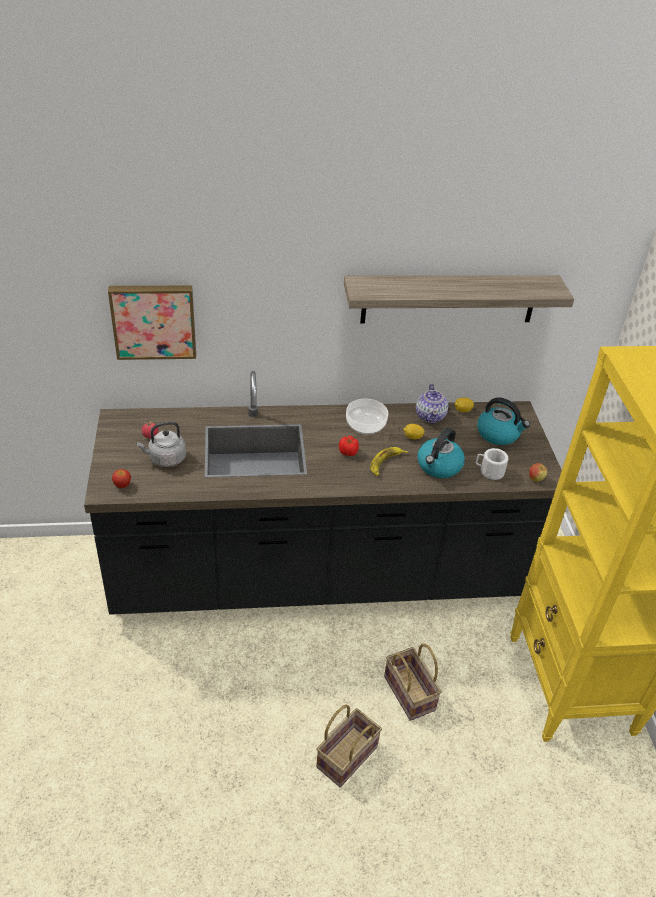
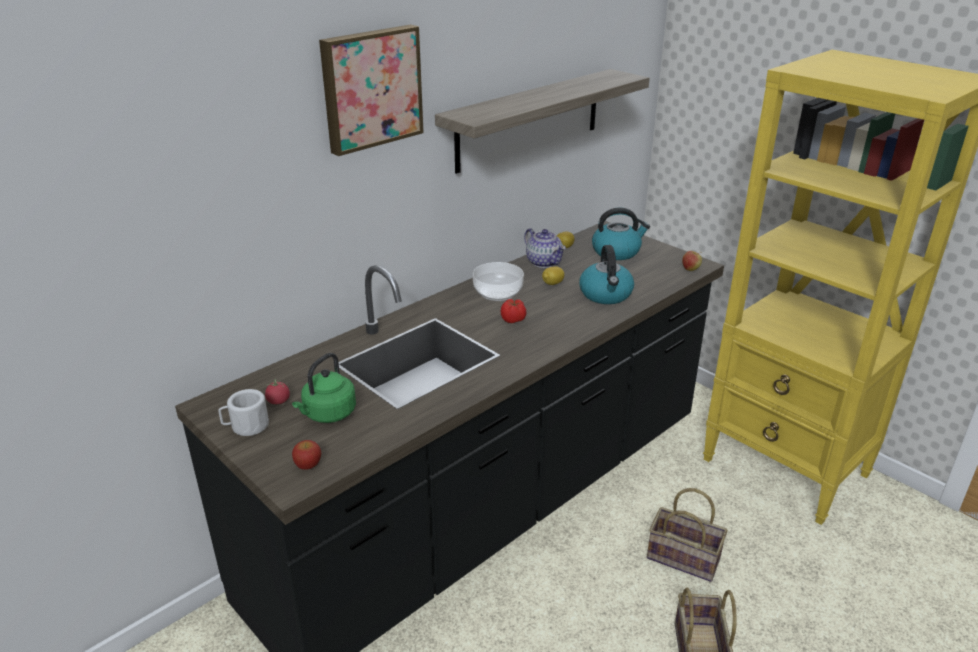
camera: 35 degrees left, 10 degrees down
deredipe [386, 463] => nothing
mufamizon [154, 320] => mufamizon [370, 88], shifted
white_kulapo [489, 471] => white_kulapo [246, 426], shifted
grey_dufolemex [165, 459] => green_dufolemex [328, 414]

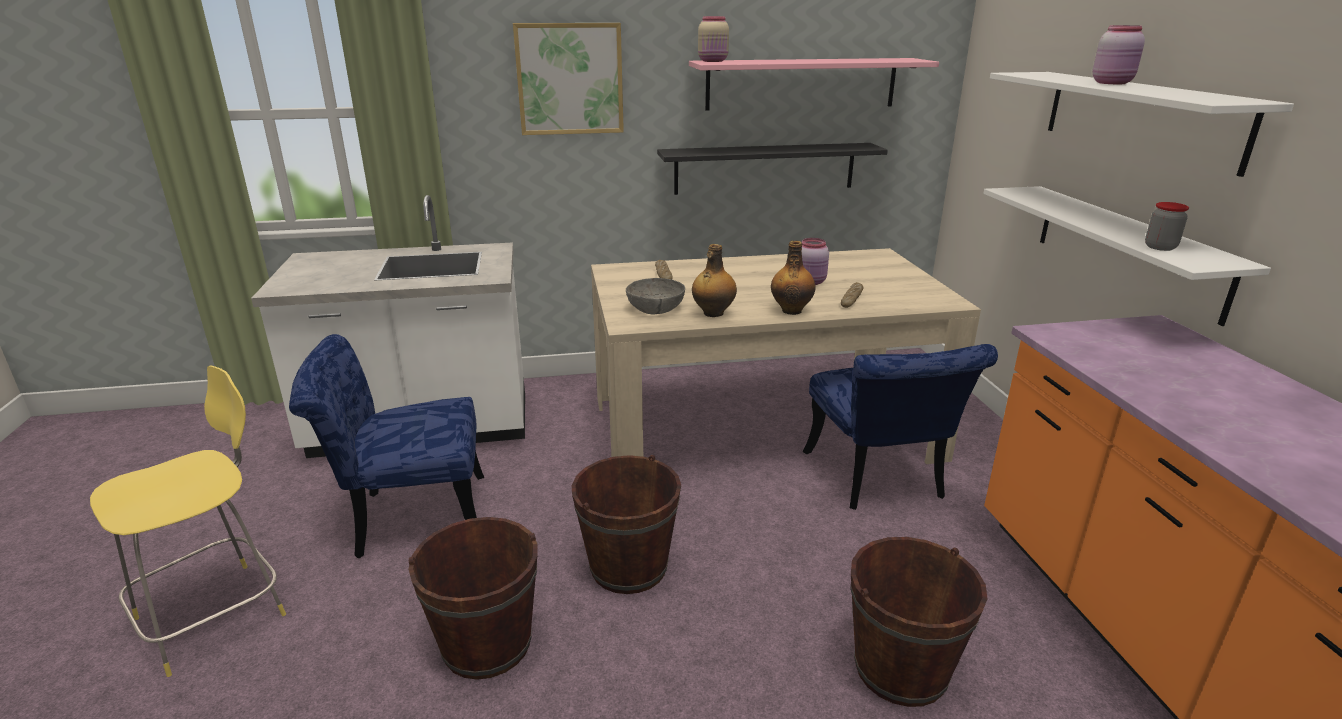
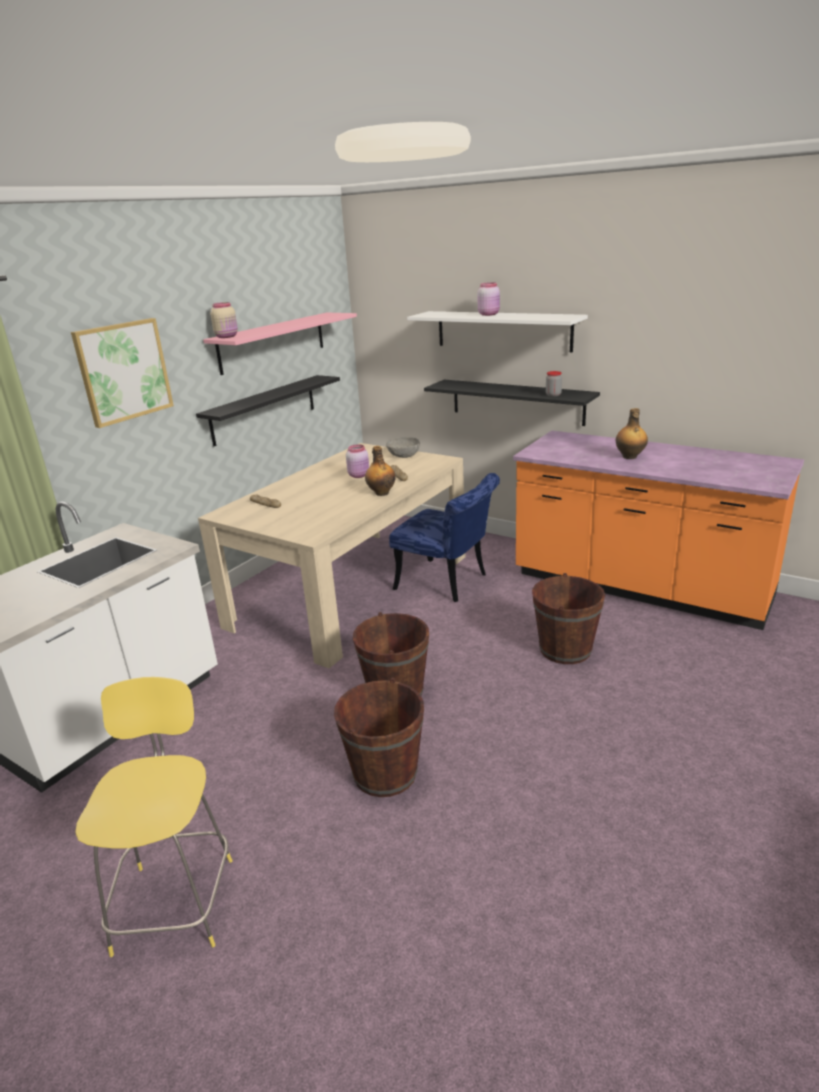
camera: 45 degrees left, 0 degrees up
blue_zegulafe [409, 518] => nothing
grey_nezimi [655, 309] => grey_nezimi [403, 455], shifted
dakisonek [713, 313] => dakisonek [629, 457], shifted
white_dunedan [1126, 249] => black_dunedan [517, 402]

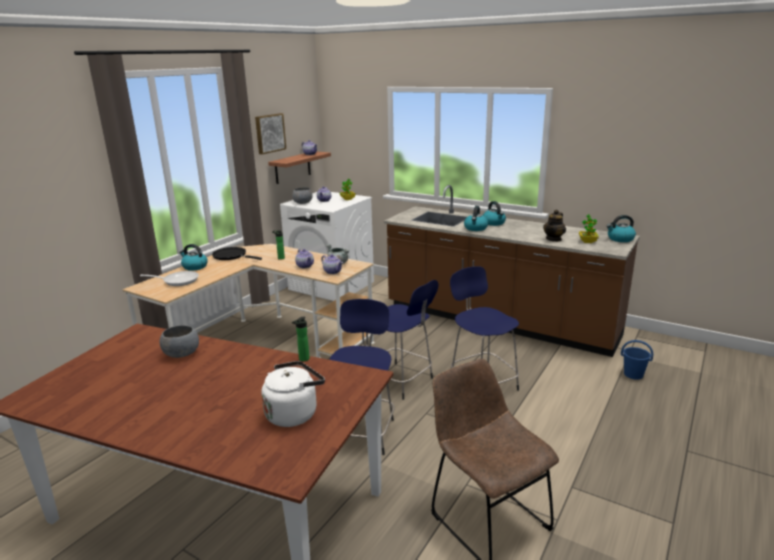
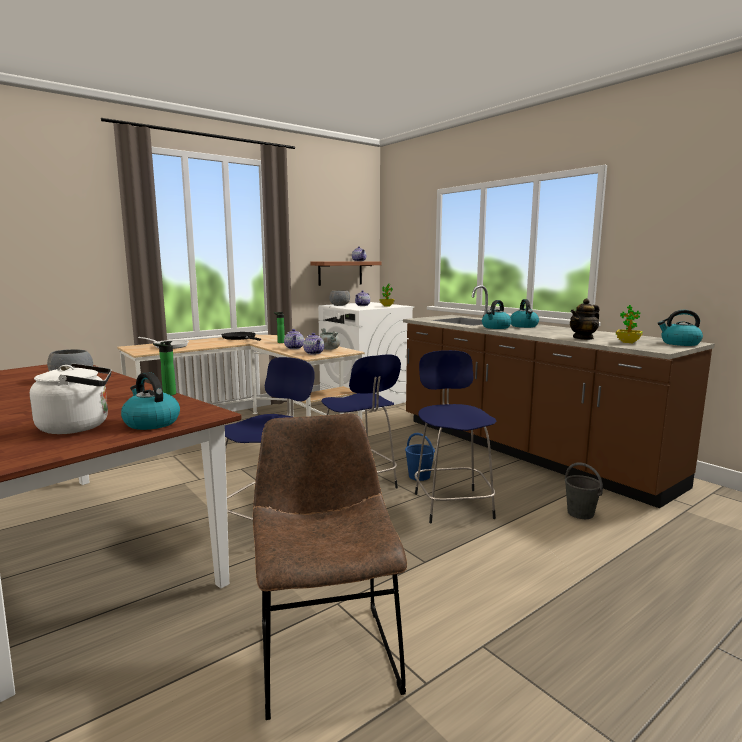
camera: 20 degrees right, 10 degrees down
mufamizon [269, 133] => nothing
nothing => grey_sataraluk [581, 513]
dufolemex [194, 267] => dufolemex [151, 423], shifted
blue_sataraluk [633, 374] => blue_sataraluk [419, 476], shifted

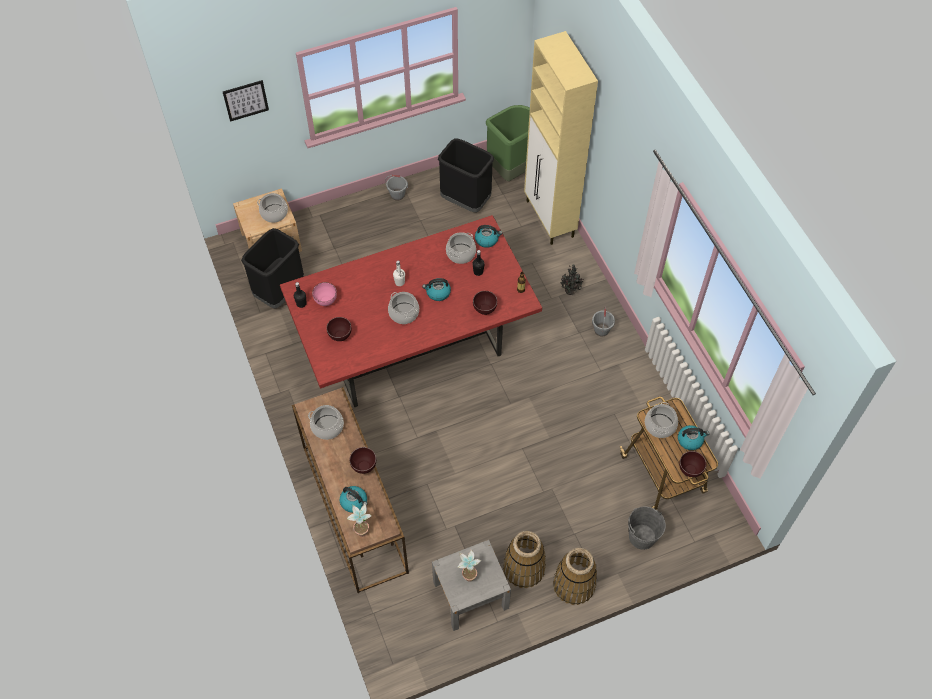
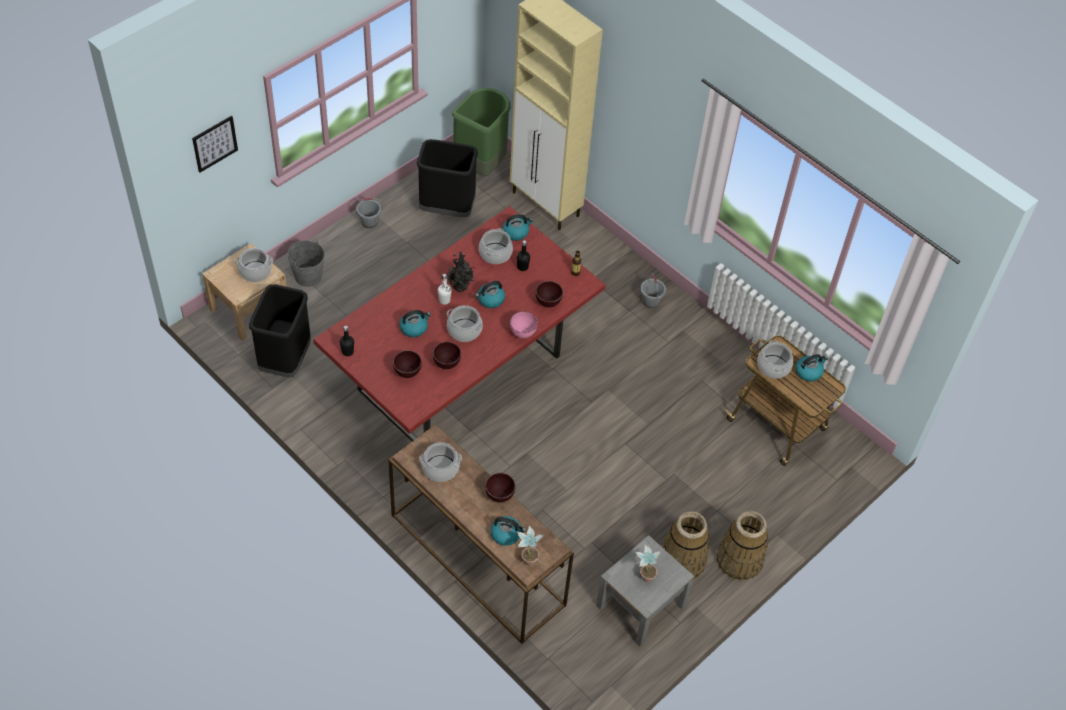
camera: 25 degrees left, 5 degrees down
nothing => dufolemex [414, 328]
pink_nezimi [325, 302] => pink_nezimi [522, 334], shifted
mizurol [570, 292] => mizurol [461, 288], shifted
grey_sataraluk [642, 537] => grey_sataraluk [308, 276], shifted
brown_nezimi [689, 471] => brown_nezimi [447, 365], shifted

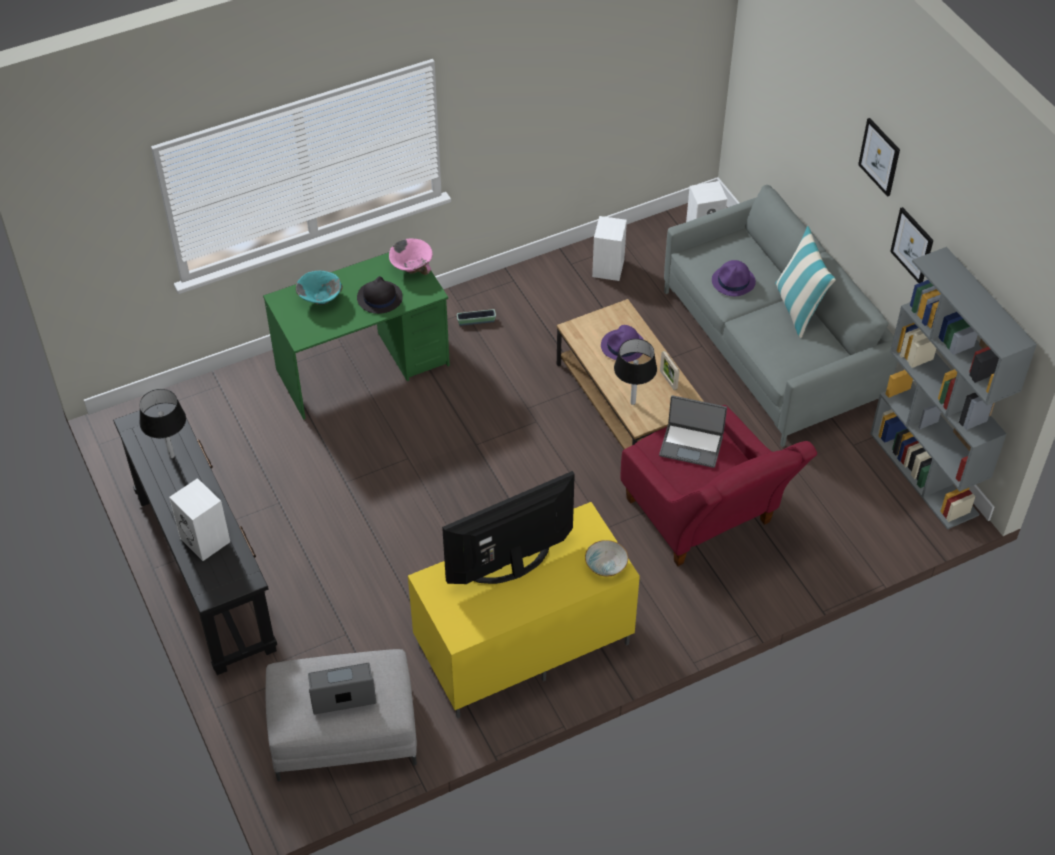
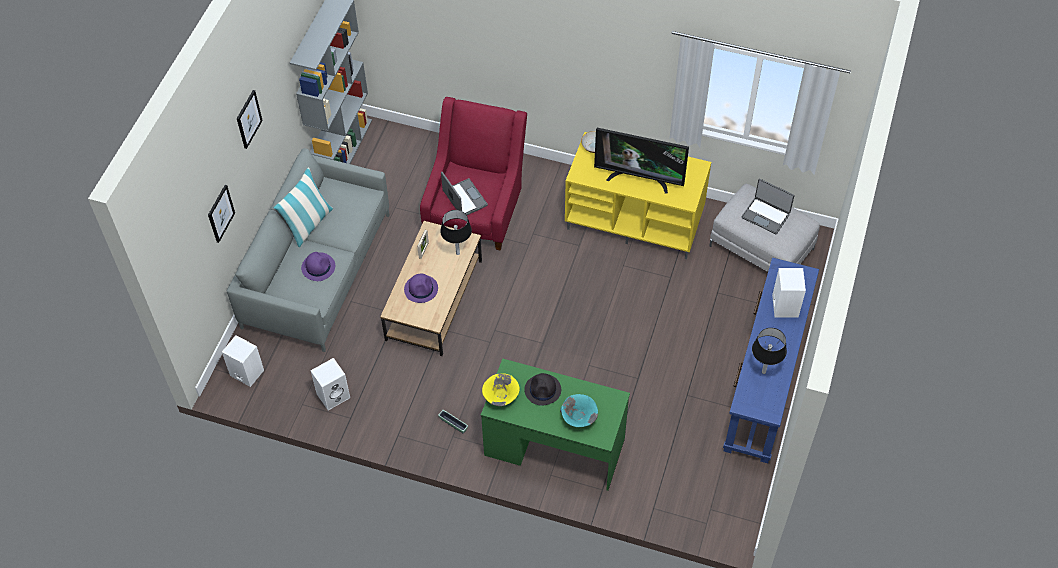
camera: 135 degrees left, 5 degrees up
mufamizon [912, 245] => mufamizon [220, 213], shifted
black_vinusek [205, 572] => blue_vinusek [764, 384]
pink_nezimi [412, 267] => yellow_nezimi [500, 397]

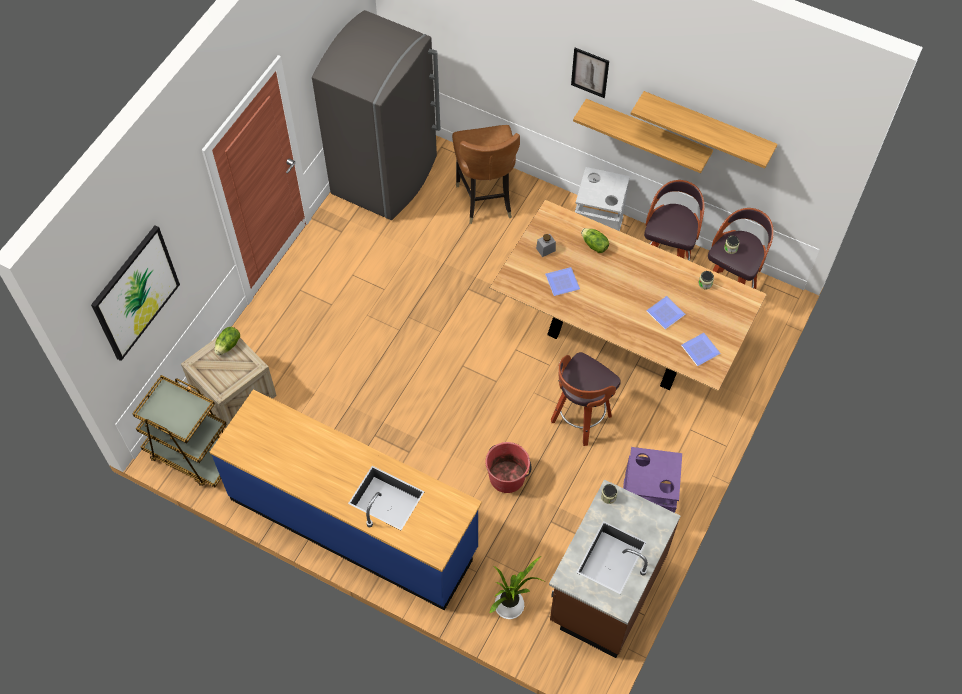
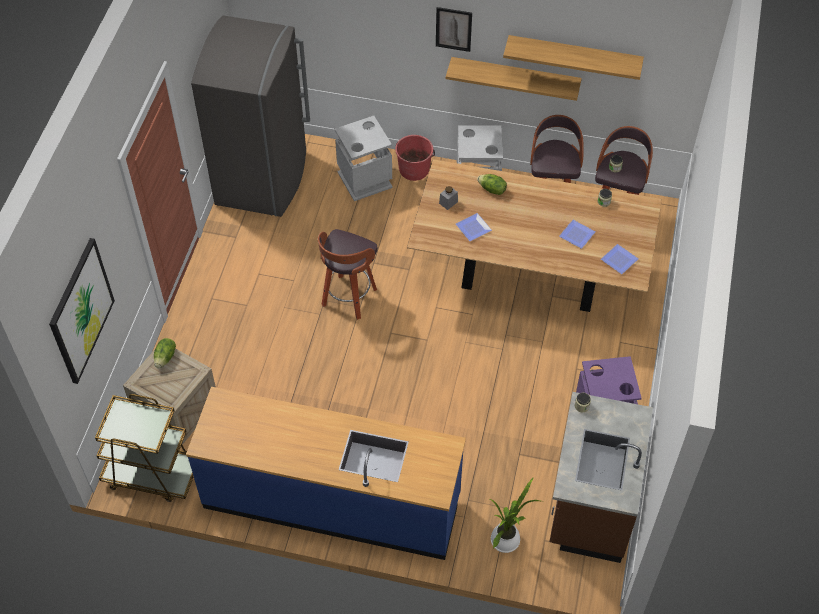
camera: 15 degrees left, 5 degrees down
red_sataraluk [507, 476] => red_sataraluk [414, 169], shifted
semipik [580, 420] => semipik [348, 298], shifted
brown_zegulafe [485, 199] => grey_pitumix [364, 180]

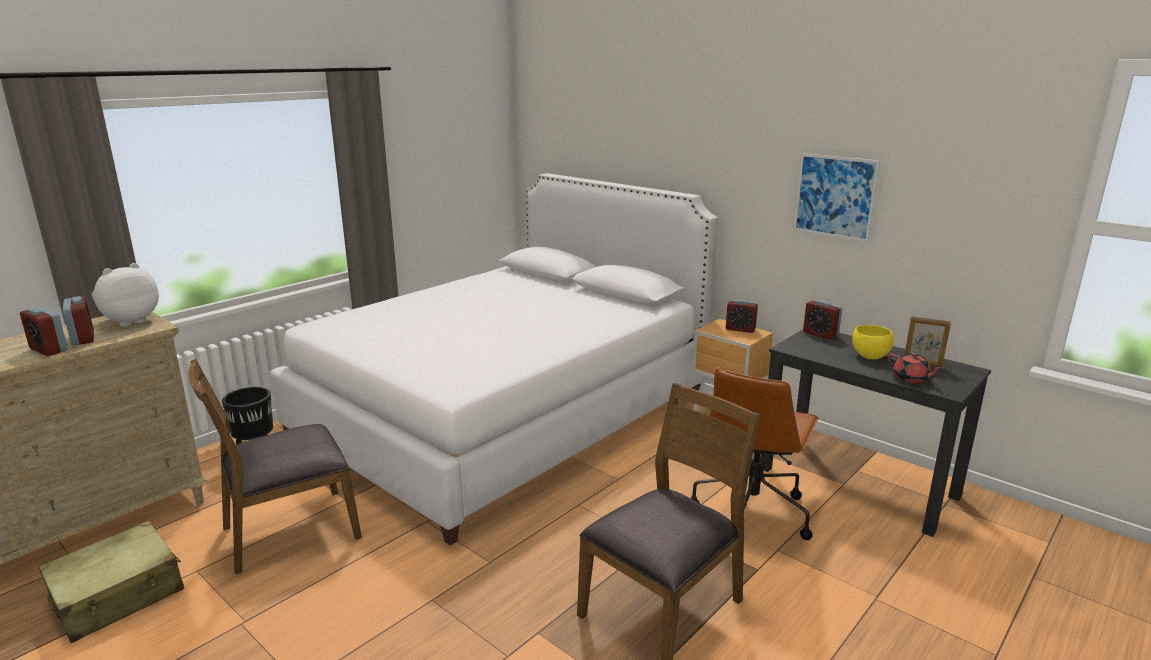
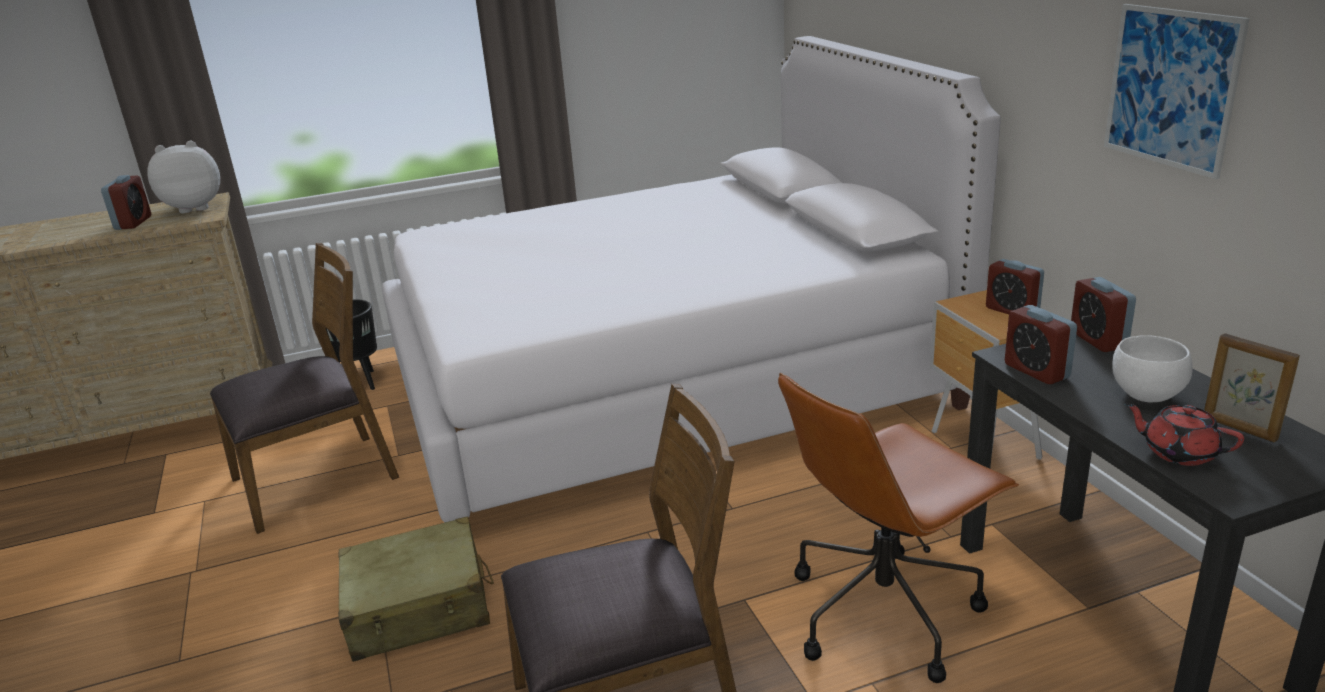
camera: 30 degrees right, 5 degrees up
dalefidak [49, 350] => dalefidak [1036, 371], shifted
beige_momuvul [118, 595] => beige_momuvul [419, 608], shifted
yellow_nezimi [869, 356] => white_nezimi [1145, 395]
brown_zegulafe [289, 531] => brown_zegulafe [316, 479], 150 degrees clockwise
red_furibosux [911, 379] => red_furibosux [1178, 452], 135 degrees clockwise

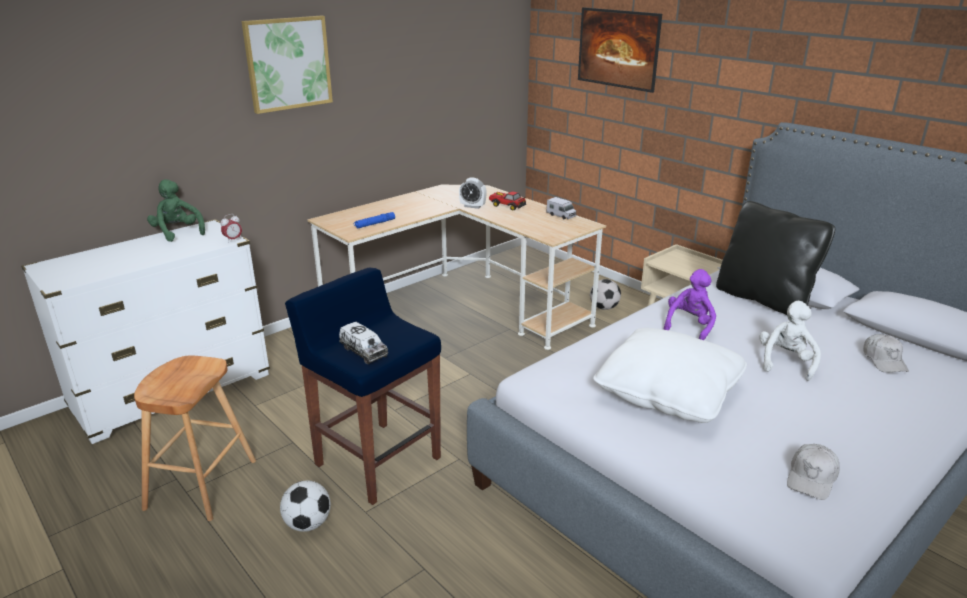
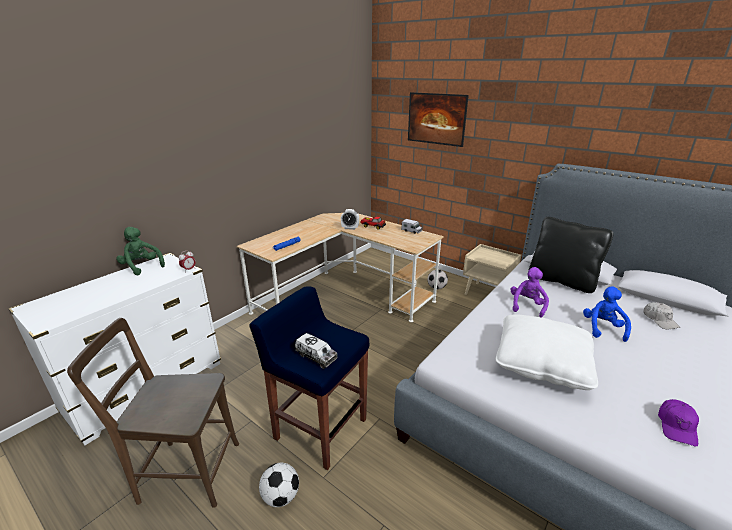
camera: 10 degrees left, 0 degrees up
mufamizon [288, 63] => nothing
brown_semipik [201, 485] => brown_zegulafe [185, 471]
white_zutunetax [785, 362] => blue_zutunetax [602, 328]
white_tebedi [811, 478] => purple_tebedi [677, 426]

